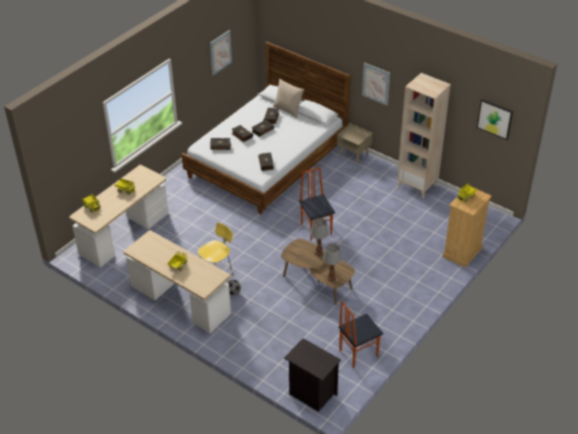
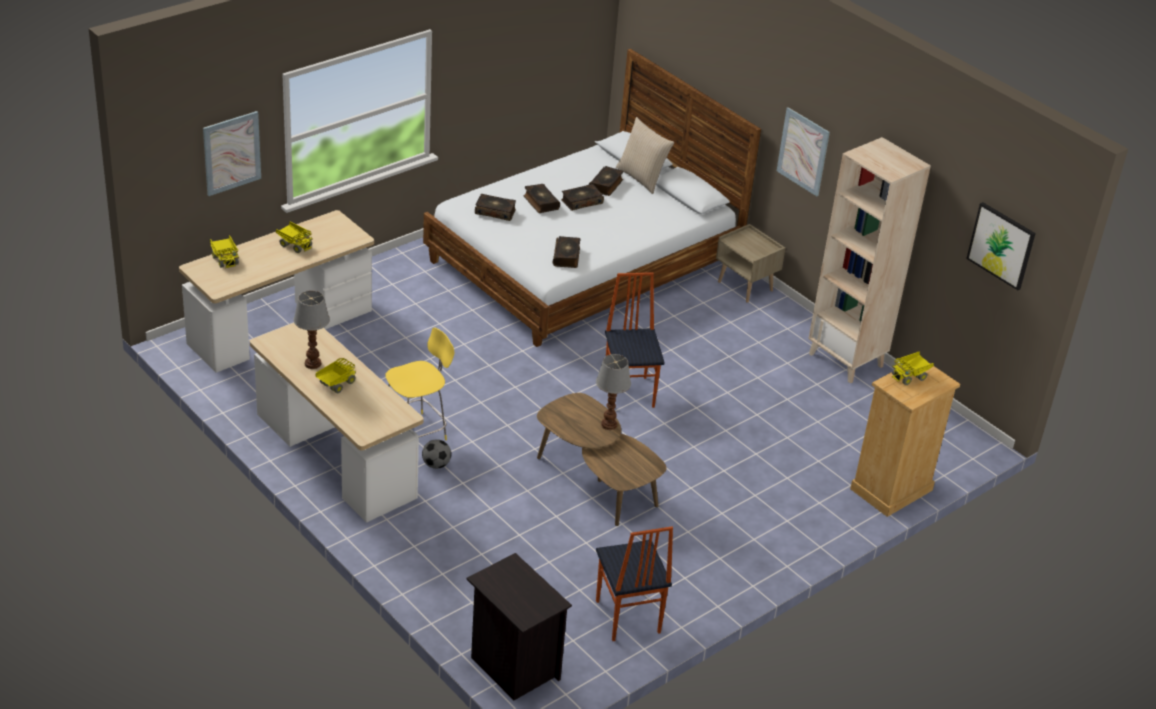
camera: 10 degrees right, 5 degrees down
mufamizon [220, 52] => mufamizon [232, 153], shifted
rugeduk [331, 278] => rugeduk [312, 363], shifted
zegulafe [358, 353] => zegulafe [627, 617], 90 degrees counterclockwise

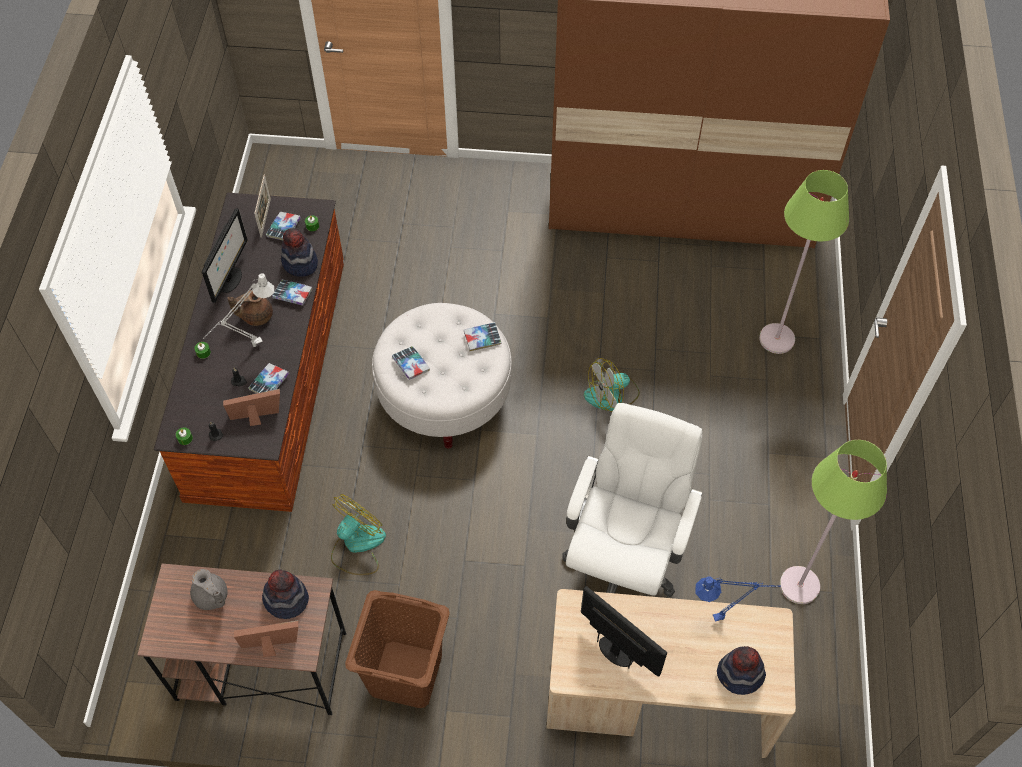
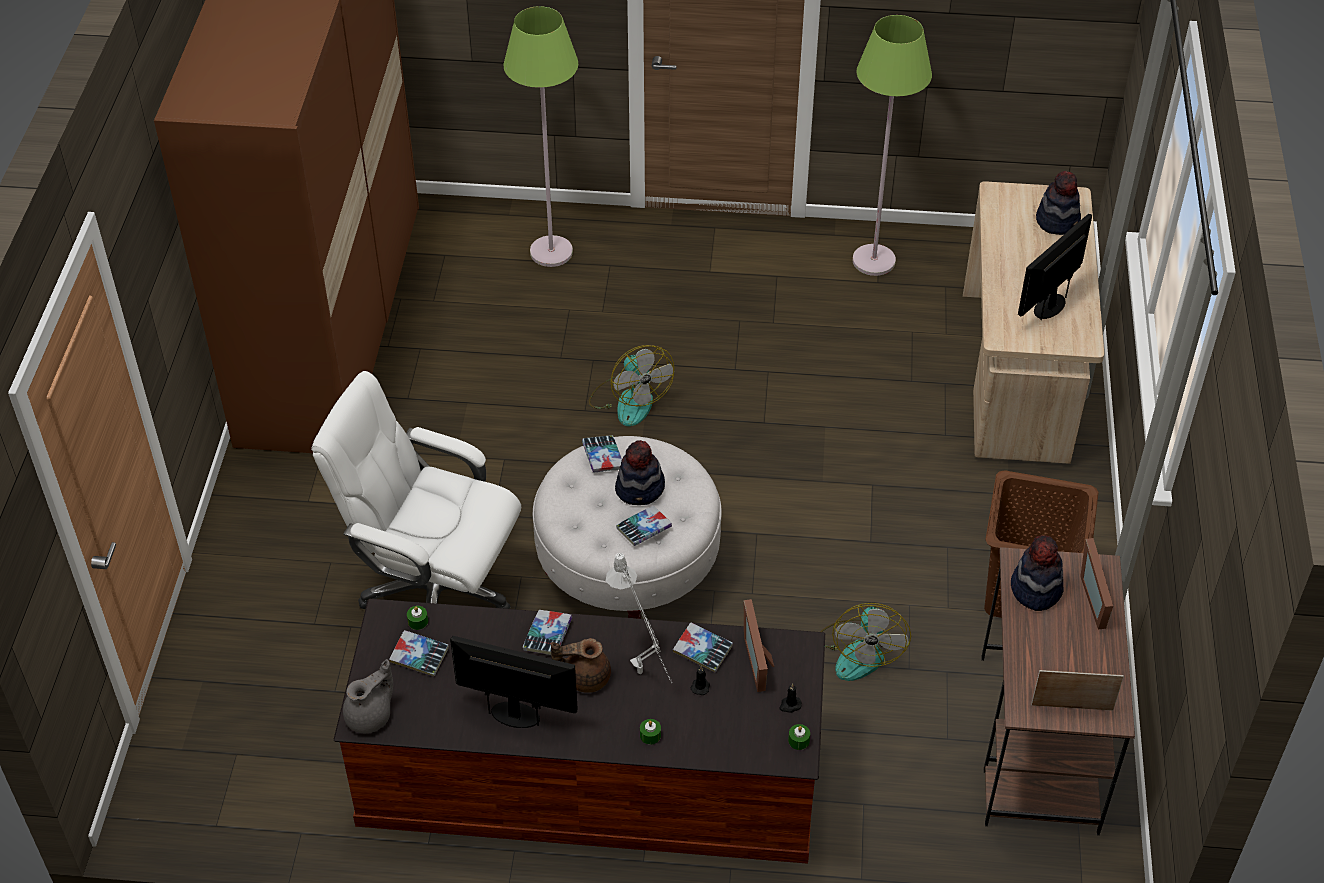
camera: 90 degrees left, 10 degrees down
blue_rugeduk [727, 617] => nothing
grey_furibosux [212, 597] => grey_furibosux [370, 716], shifted
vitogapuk [265, 218] => vitogapuk [1072, 707], shifted
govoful [300, 263] => govoful [640, 489], shifted
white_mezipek [623, 558] => white_mezipek [434, 590], shifted
brown_furibosux [256, 316] => brown_furibosux [584, 677], 105 degrees clockwise
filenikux [357, 546] => filenikux [859, 651], 120 degrees counterclockwise

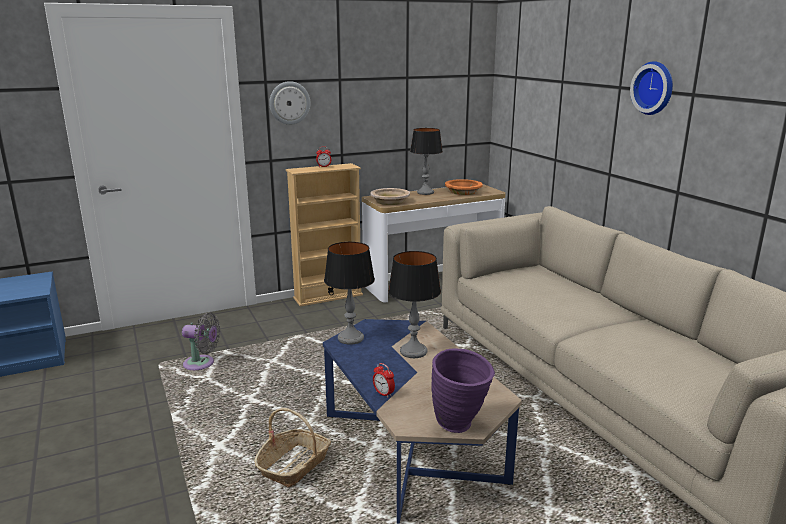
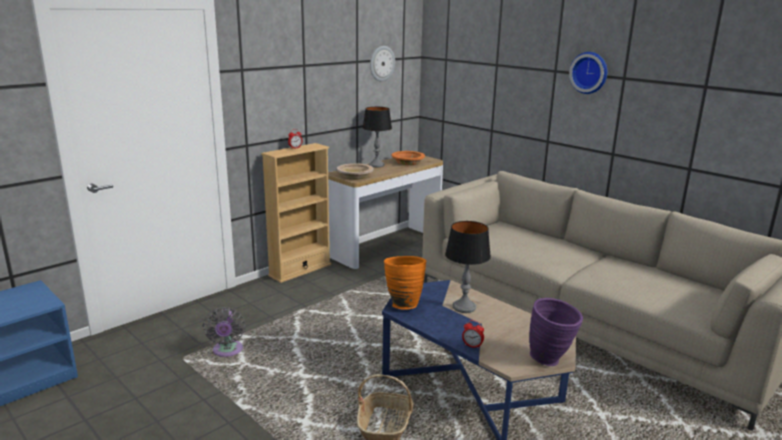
camera: 20 degrees left, 0 degrees up
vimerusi [289, 103] => vimerusi [381, 63], shifted
rugeduk [350, 338] => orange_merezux [403, 304]
grey_filenikux [202, 364] => grey_filenikux [227, 351], 90 degrees clockwise

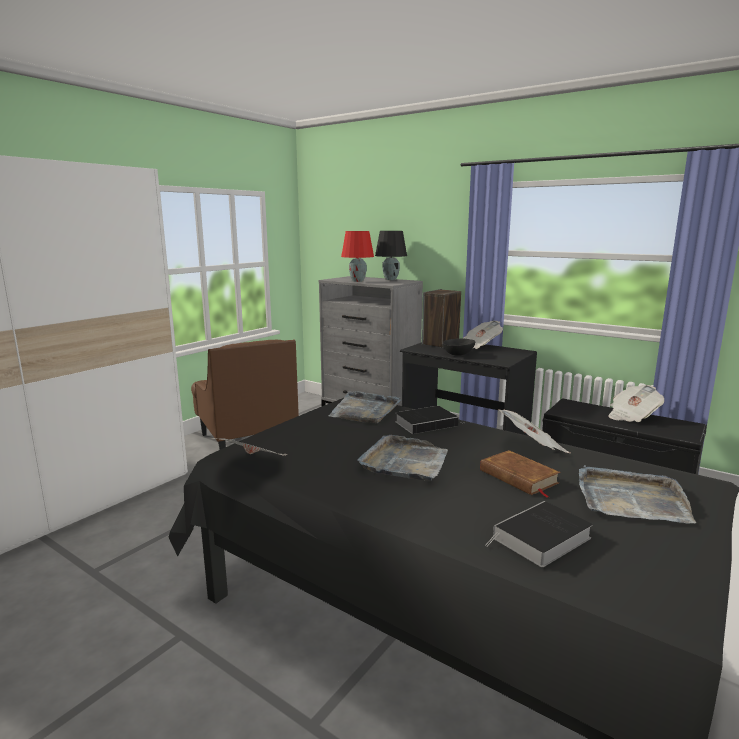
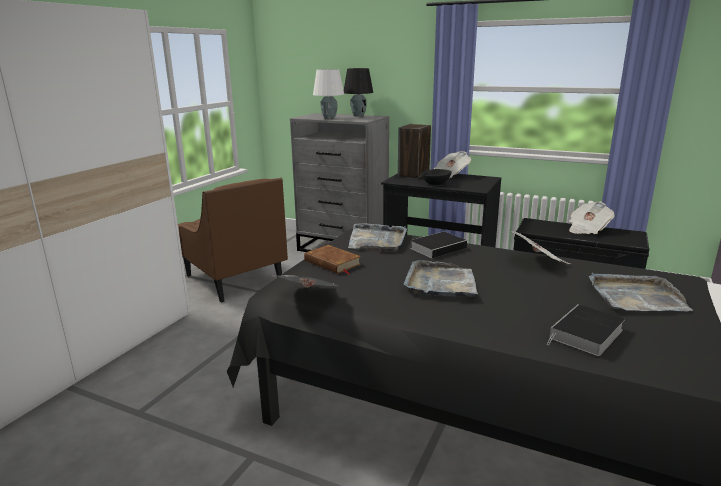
camera: 10 degrees left, 5 degrees up
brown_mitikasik [518, 477] => brown_mitikasik [332, 263], shifted
red_rugeduk [357, 281] => white_rugeduk [329, 118]

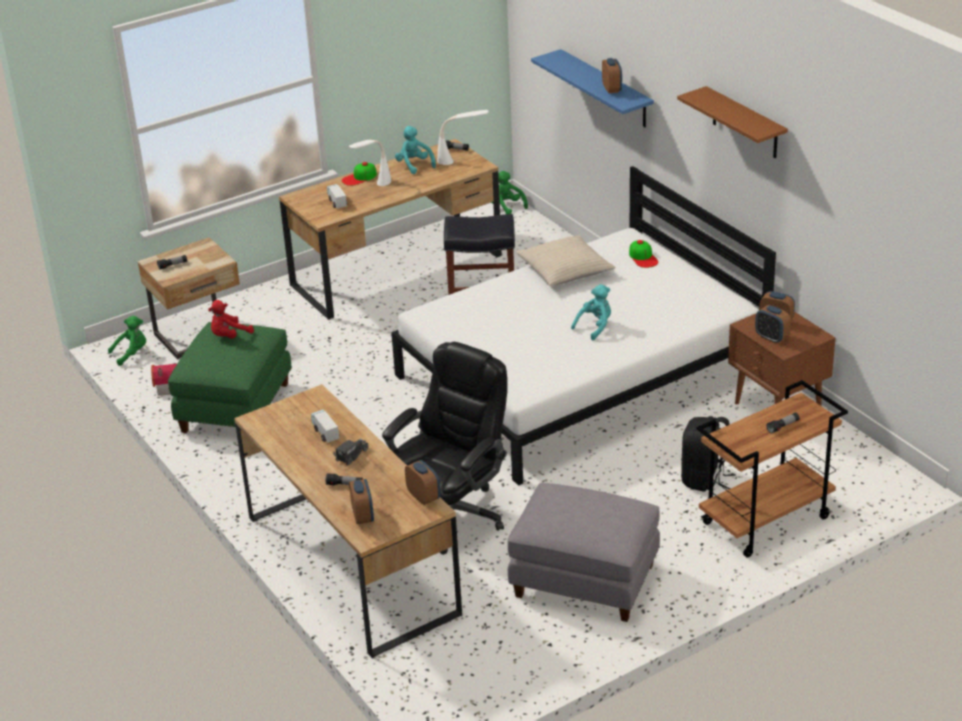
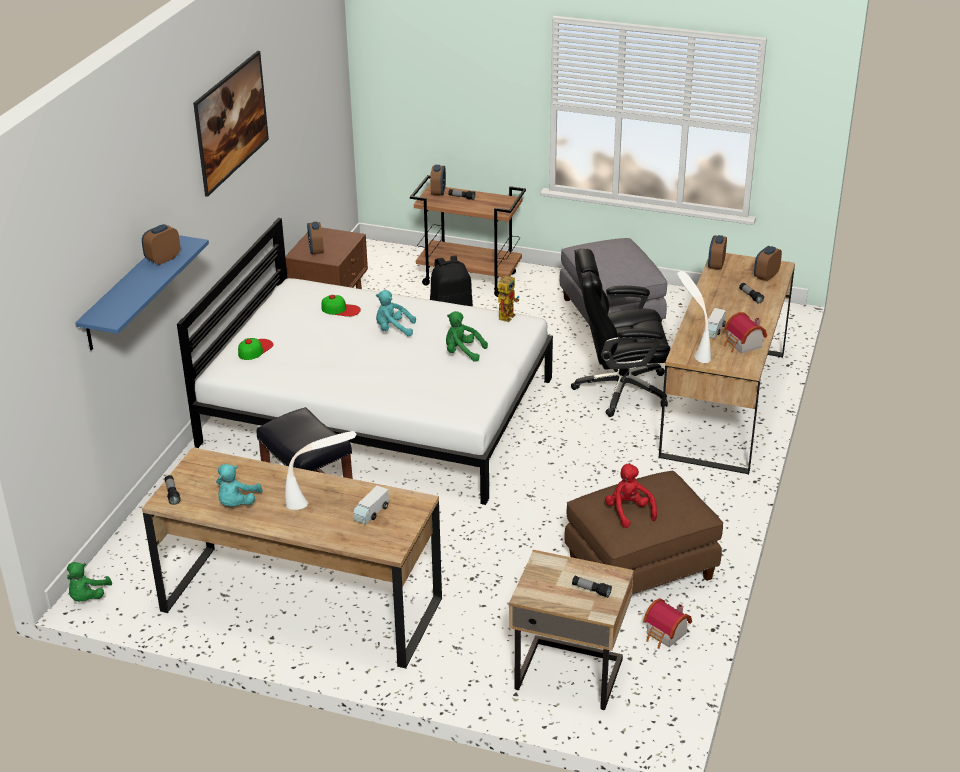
camera: 130 degrees left, 0 degrees up
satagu [351, 456] => nothing
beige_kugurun [565, 270] => nothing
nothing => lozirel [507, 315]
nothing => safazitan [743, 345]
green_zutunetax [131, 353] => green_zutunetax [462, 352], shifted
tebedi [359, 178] => tebedi [341, 309], shifted
white_rugeduk [464, 163] => white_rugeduk [691, 346], shifted
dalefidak [771, 337] => dalefidak [438, 192], shifted
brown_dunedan [745, 123] => mufamizon [234, 144]
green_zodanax [234, 407] => brown_zodanax [640, 570]
red_zutunetax [229, 336] => red_zutunetax [629, 512], 120 degrees counterclockwise

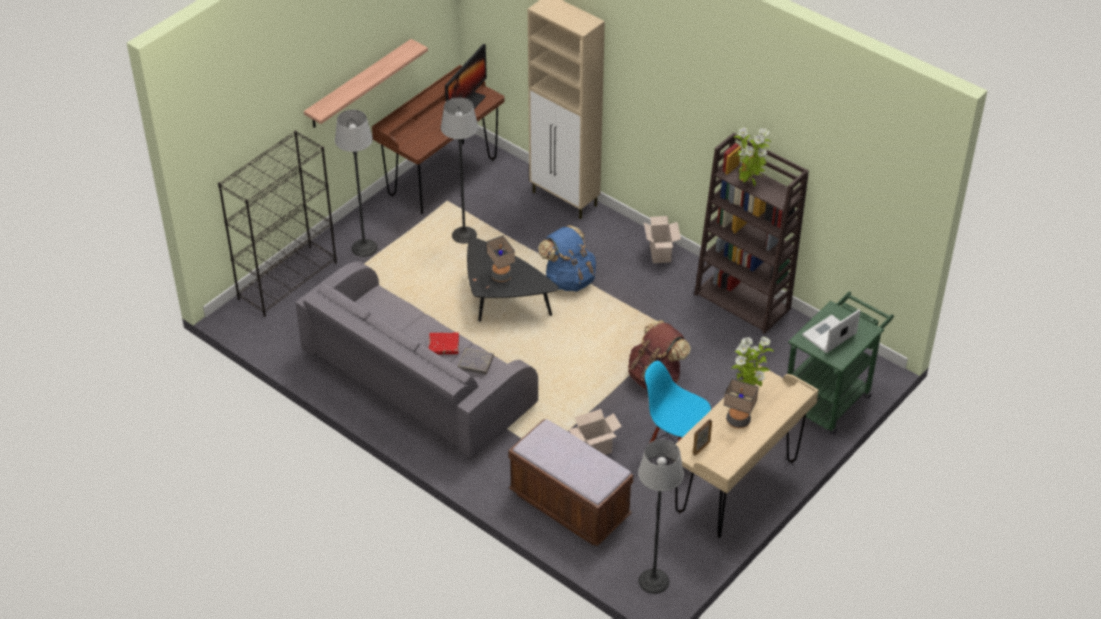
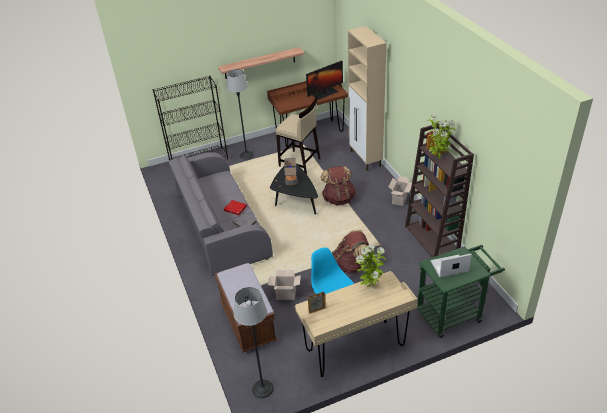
camera: 30 degrees right, 5 degrees down
rugeduk [738, 421] => nothing
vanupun [464, 235] => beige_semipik [300, 163]
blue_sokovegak [569, 279] => brown_sokovegak [338, 199]

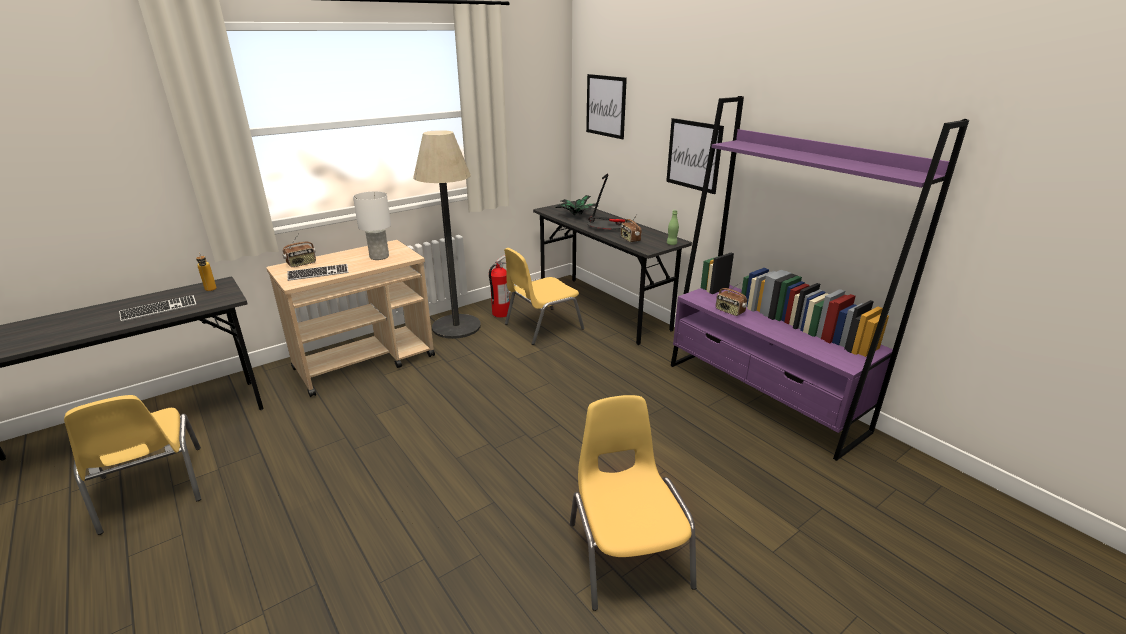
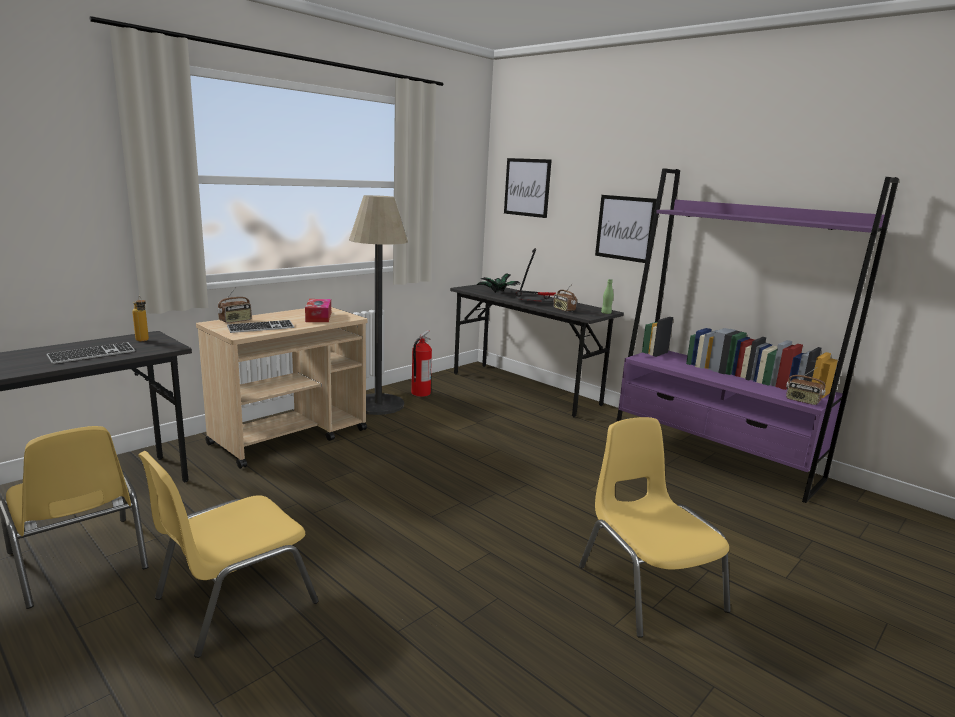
camera: 10 degrees left, 10 degrees down
yellow_zegulafe [542, 326] => yellow_zegulafe [233, 600], shifted
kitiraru [729, 311] => kitiraru [802, 401], shifted
white_rugeduk [379, 257] => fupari [318, 317]

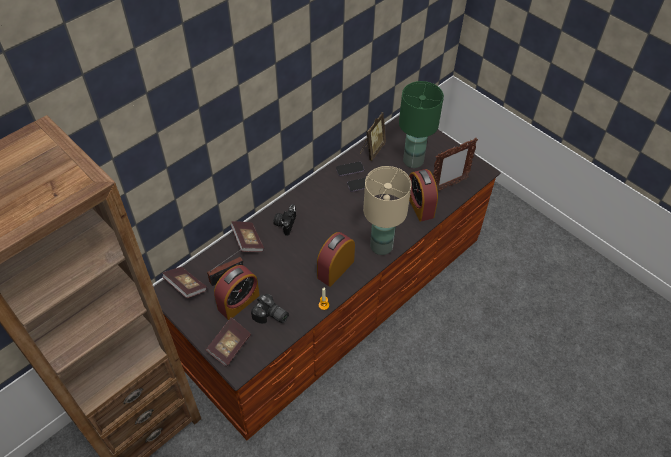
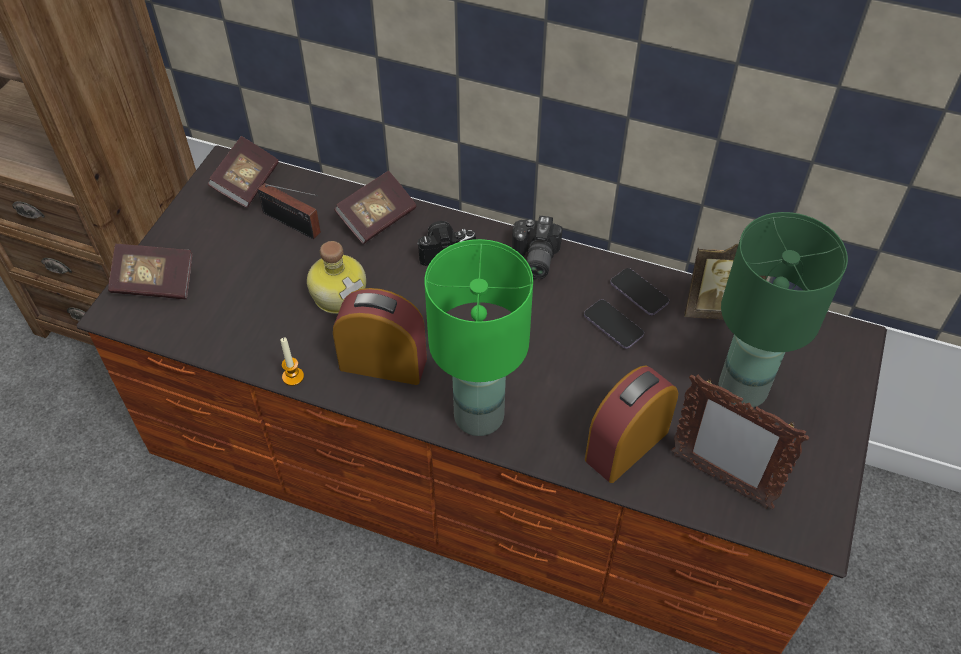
camera: 65 degrees right, 0 degrees up
dalefidak [238, 302] => nothing
nothing => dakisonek [339, 293]
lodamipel [270, 316] => lodamipel [533, 258], shifted
beige_rugeduk [382, 246] => green_rugeduk [480, 416]

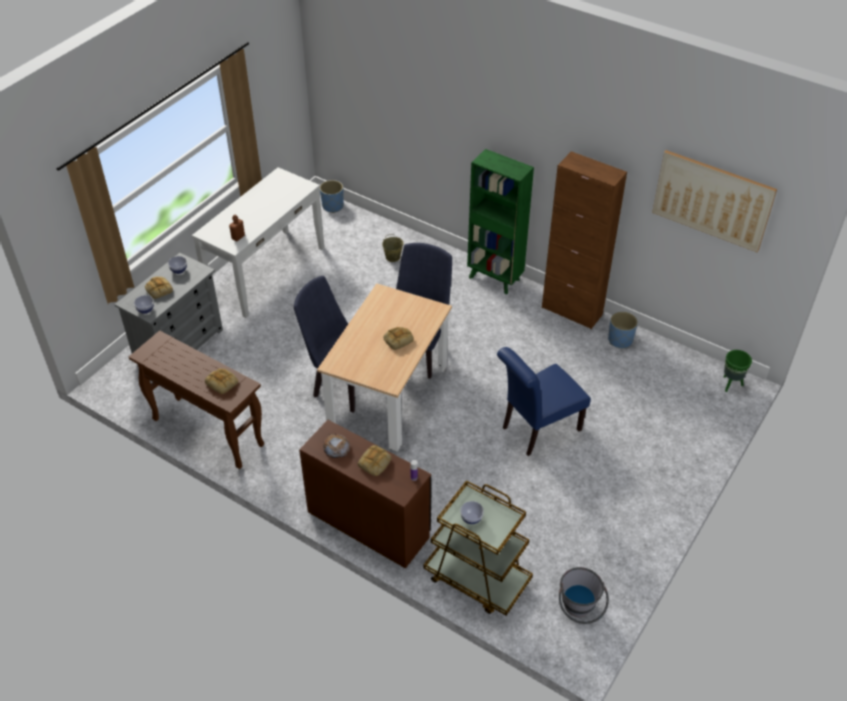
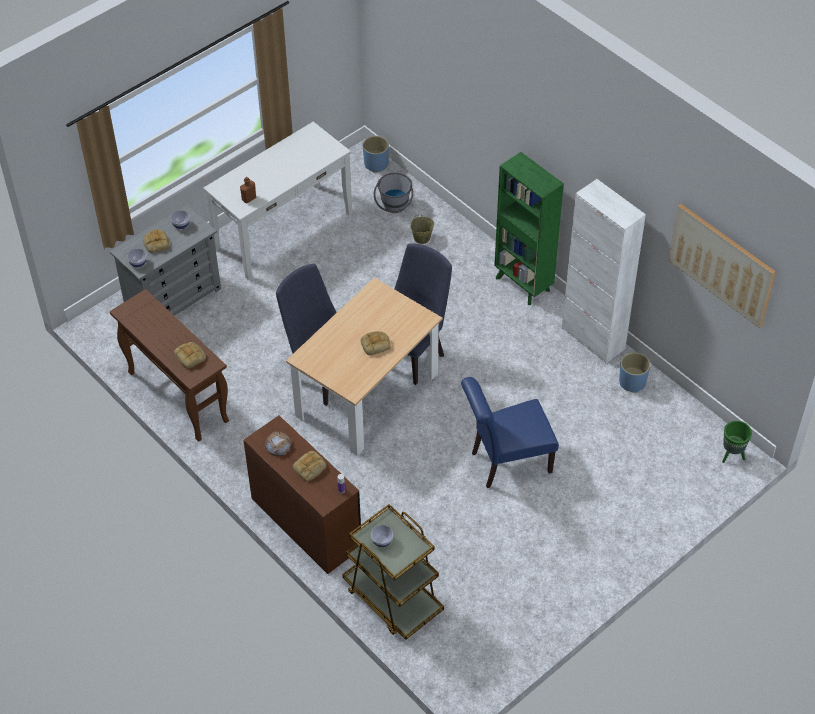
camera: 15 degrees right, 5 degrees up
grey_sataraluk [579, 610] => grey_sataraluk [394, 208], shifted
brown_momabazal [571, 311] => white_momabazal [593, 338]

